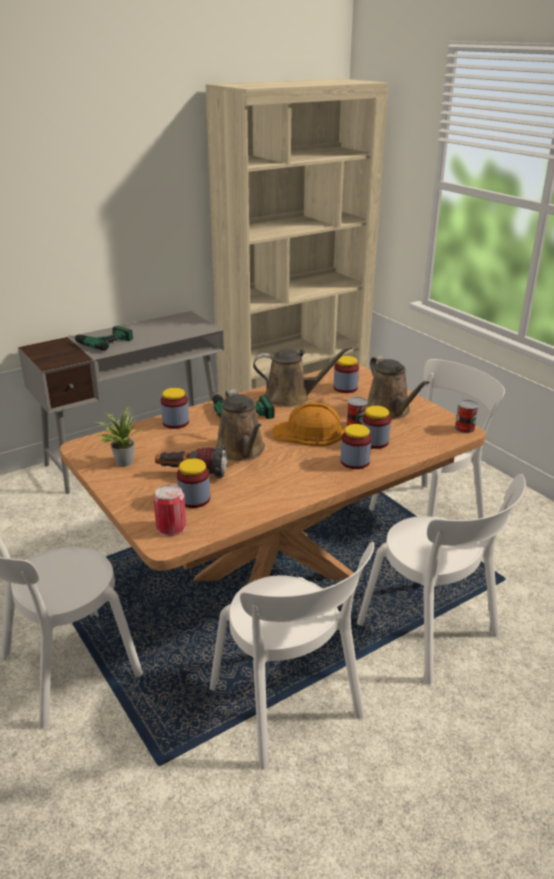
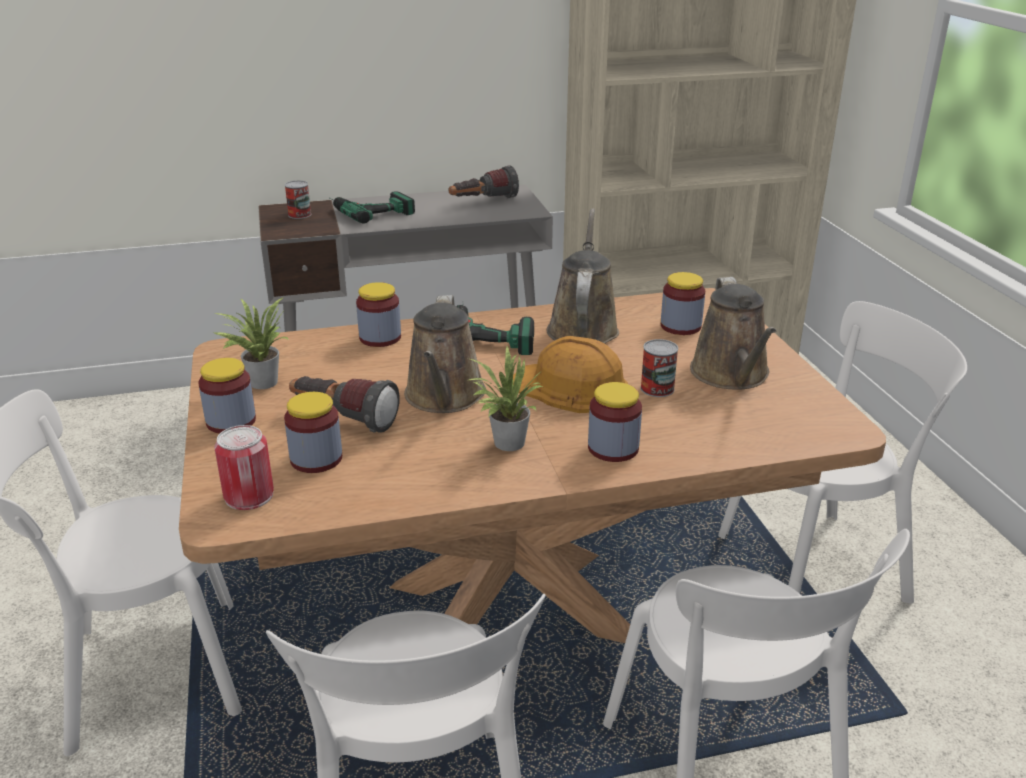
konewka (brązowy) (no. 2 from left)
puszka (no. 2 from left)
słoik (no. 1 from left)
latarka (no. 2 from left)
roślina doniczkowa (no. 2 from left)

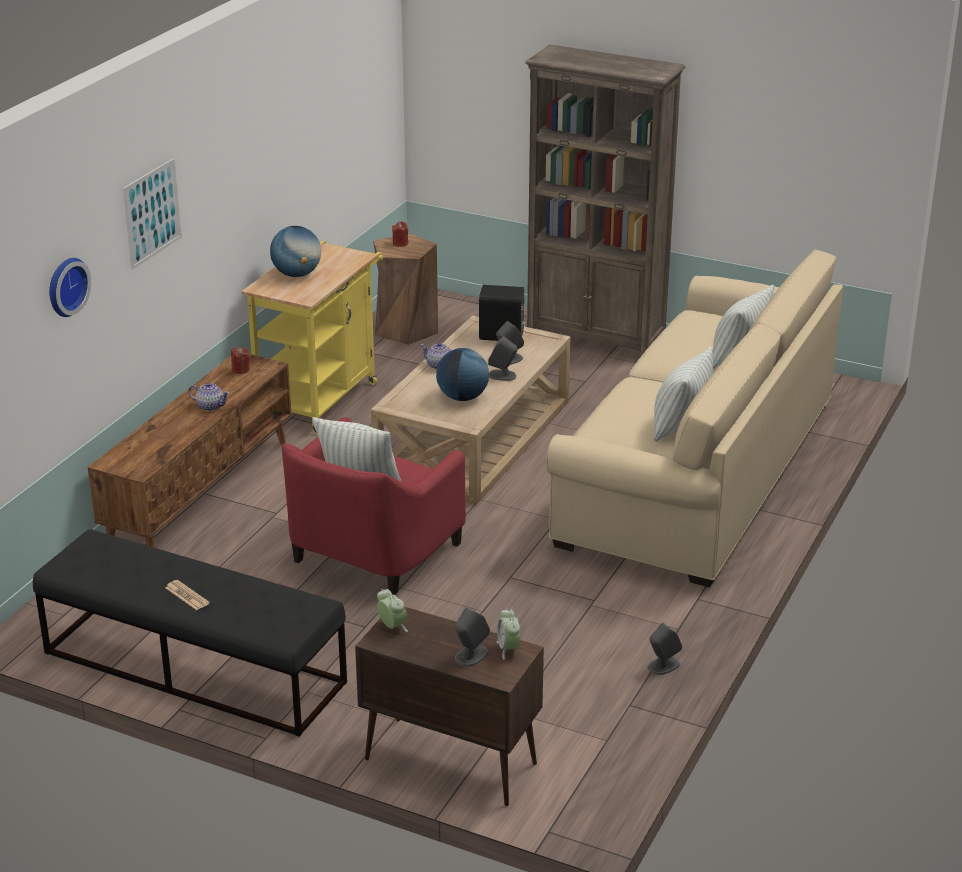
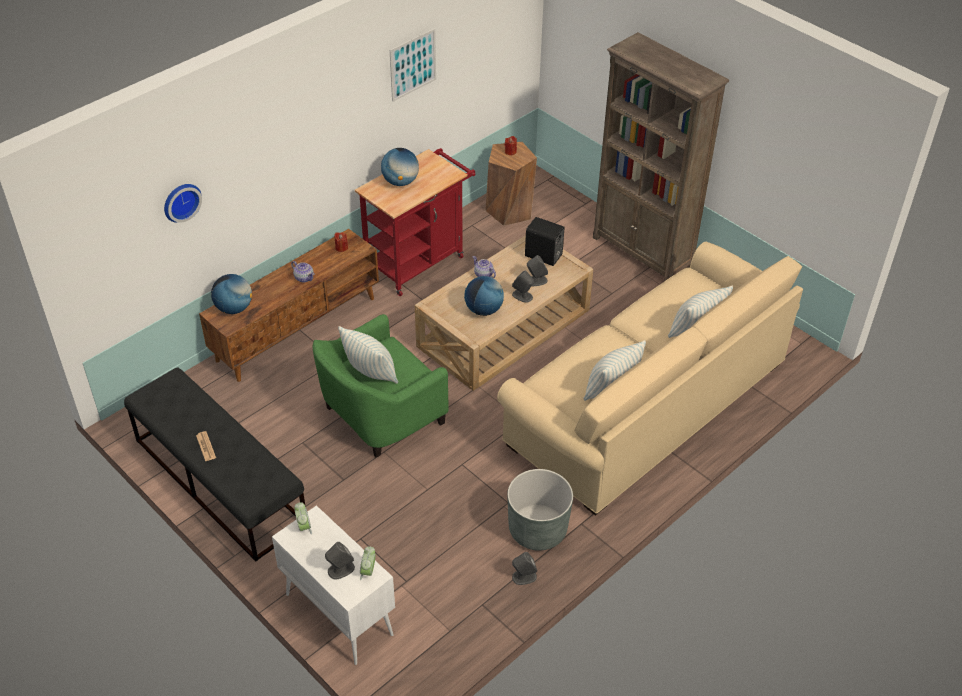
obraz
wózek (czerwony)
fotel (zielony)
szafka (biały)
globus (no. 1 from left)
donica (szary)

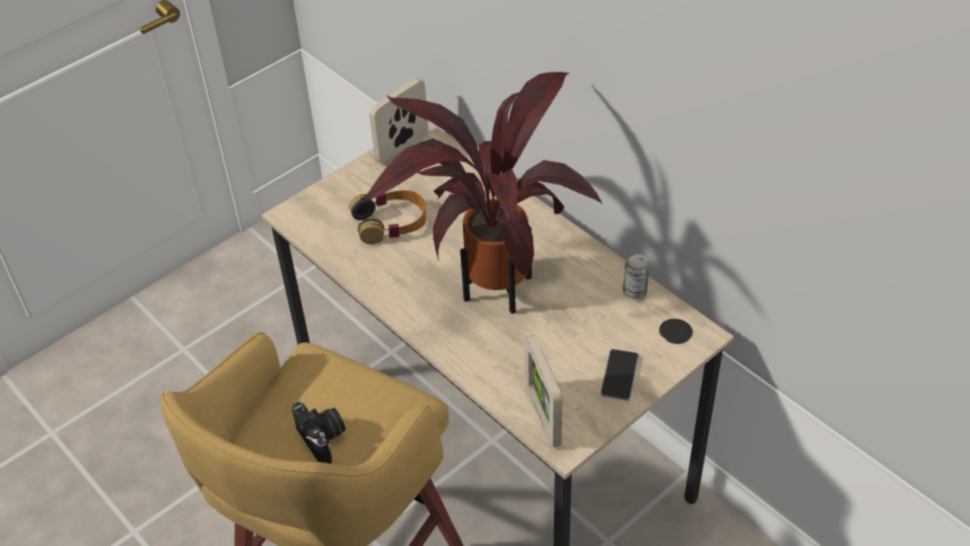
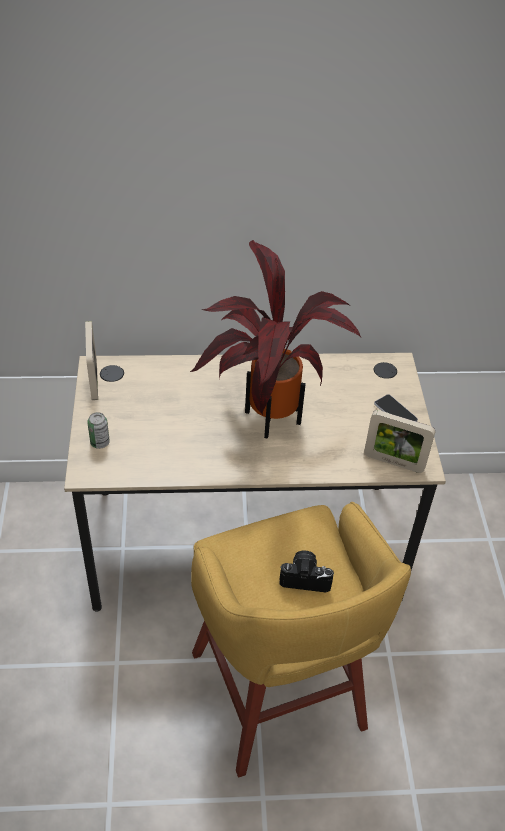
słuchawki
puszka

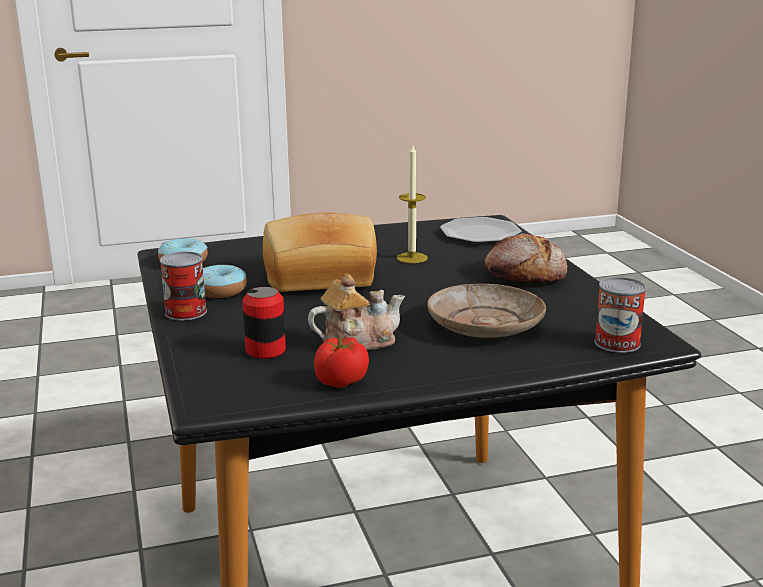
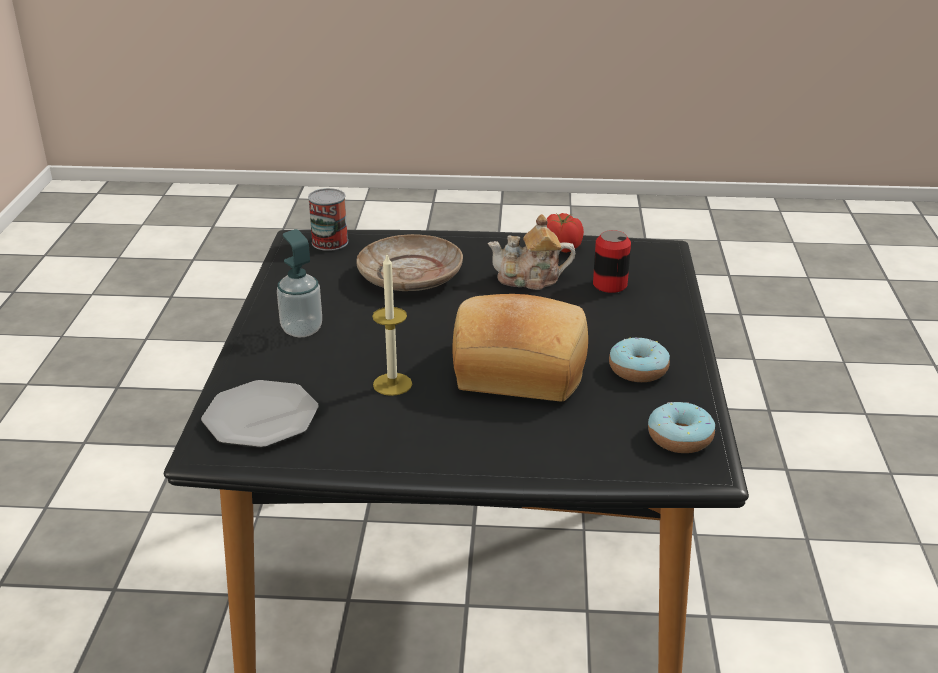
dozownik mydła
puszka (no. 1 from left in the first image)

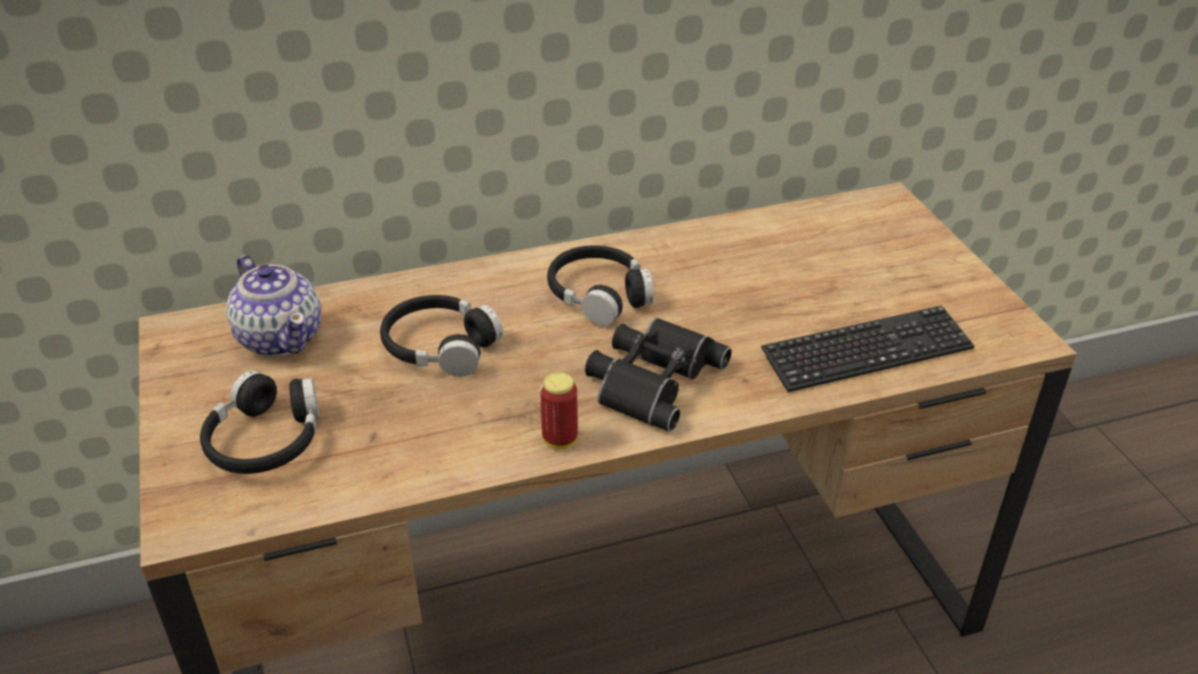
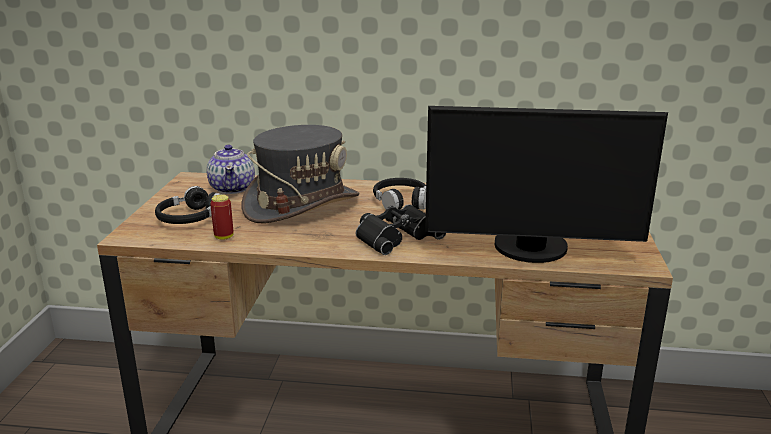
kapelusz (szary)
monitor
puszka

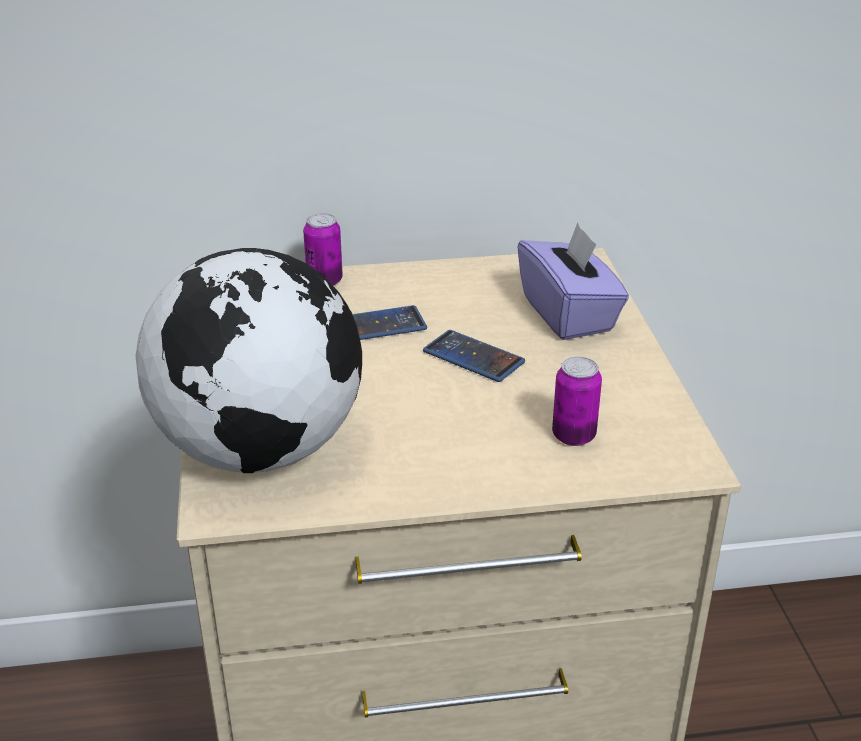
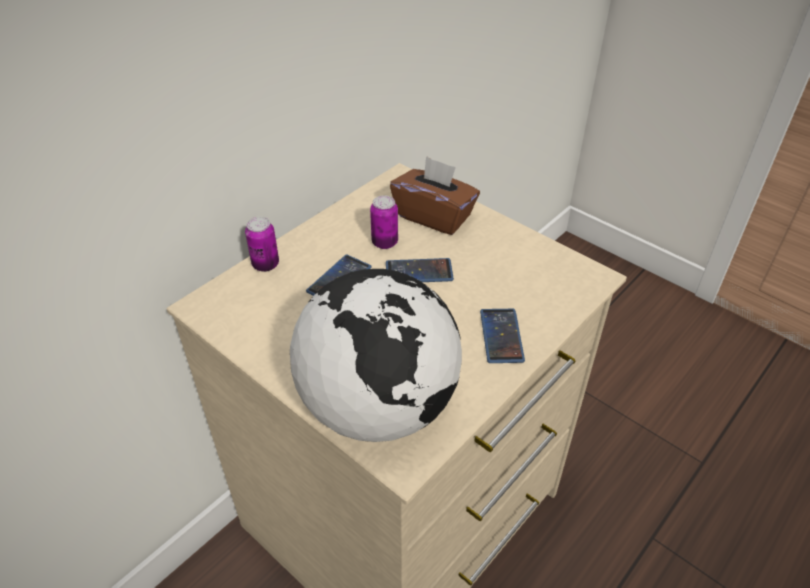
pudełko chusteczek (brązowy)
puszka (no. 2 from left)
telefon (no. 3 from left)

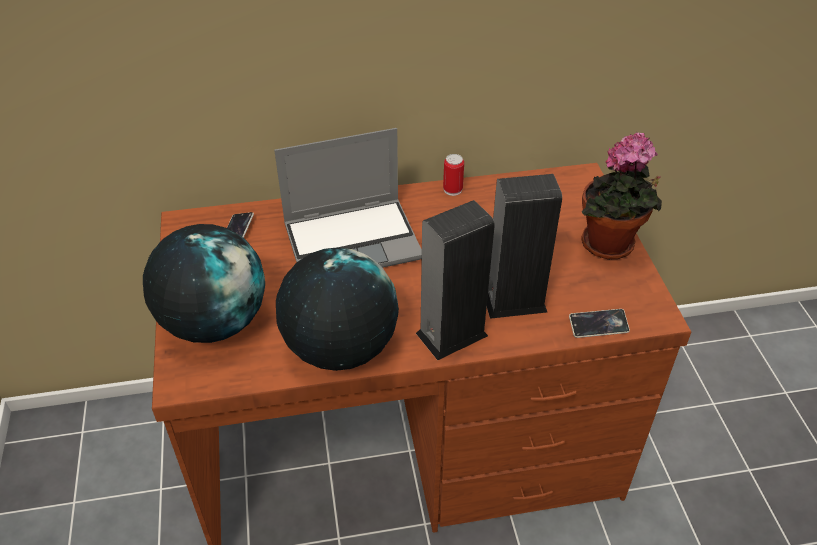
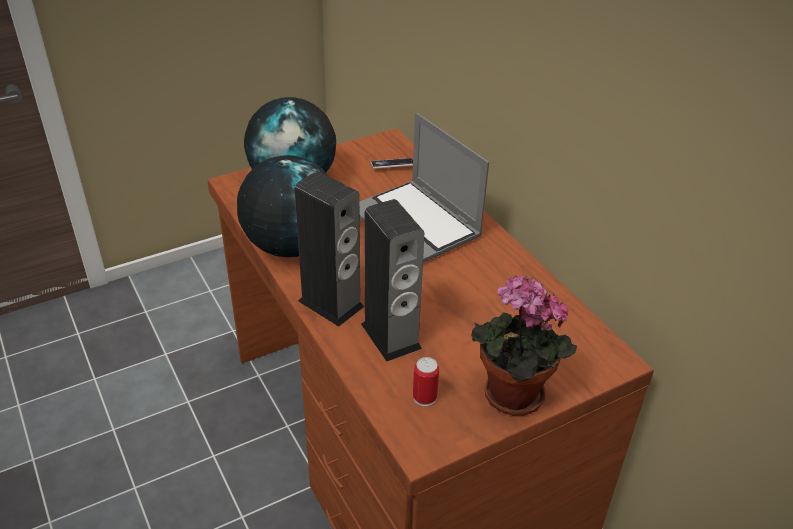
puszka
telefon (no. 2 from left in the first image)

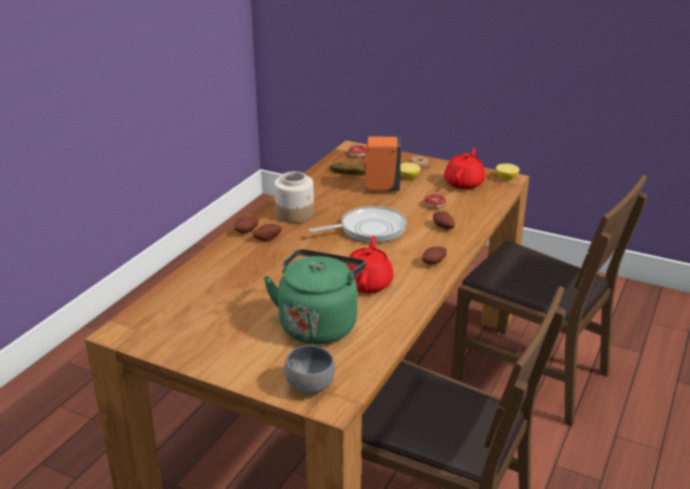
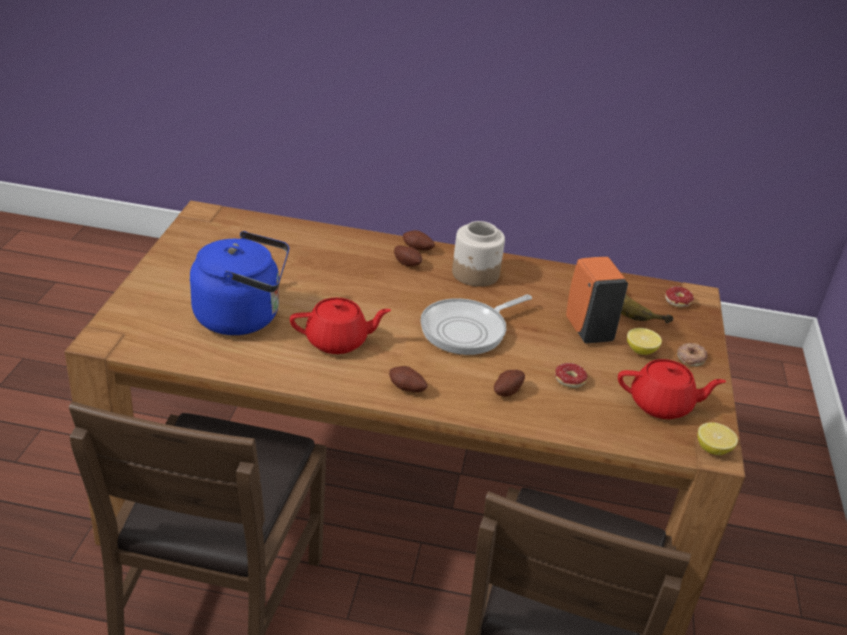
patelnia
czajnik (niebieski)
miska (szary)

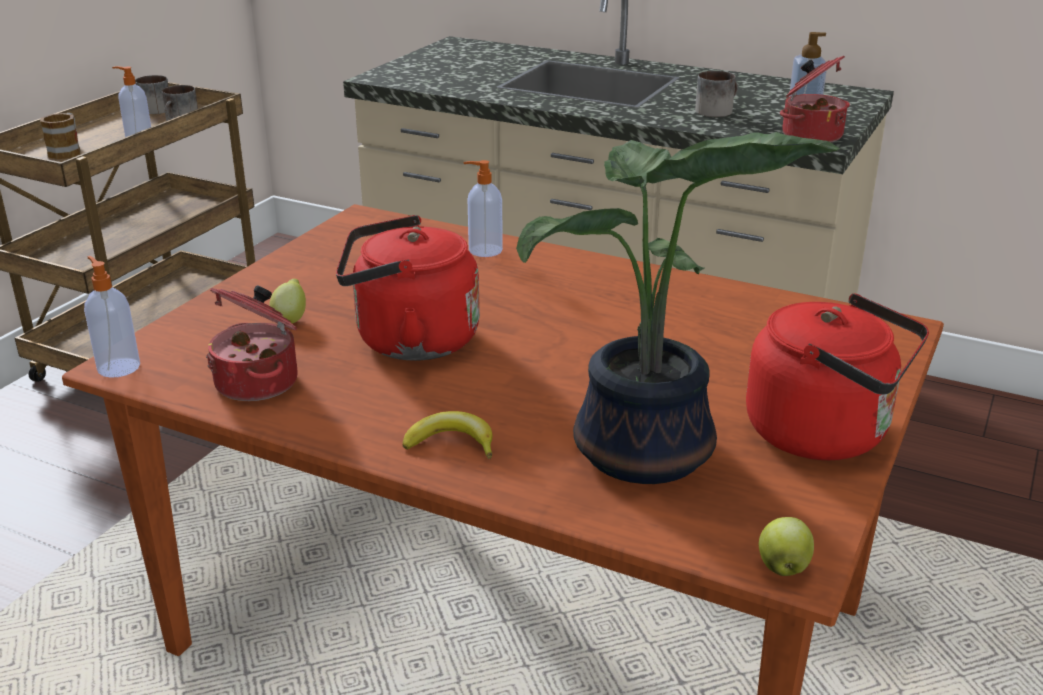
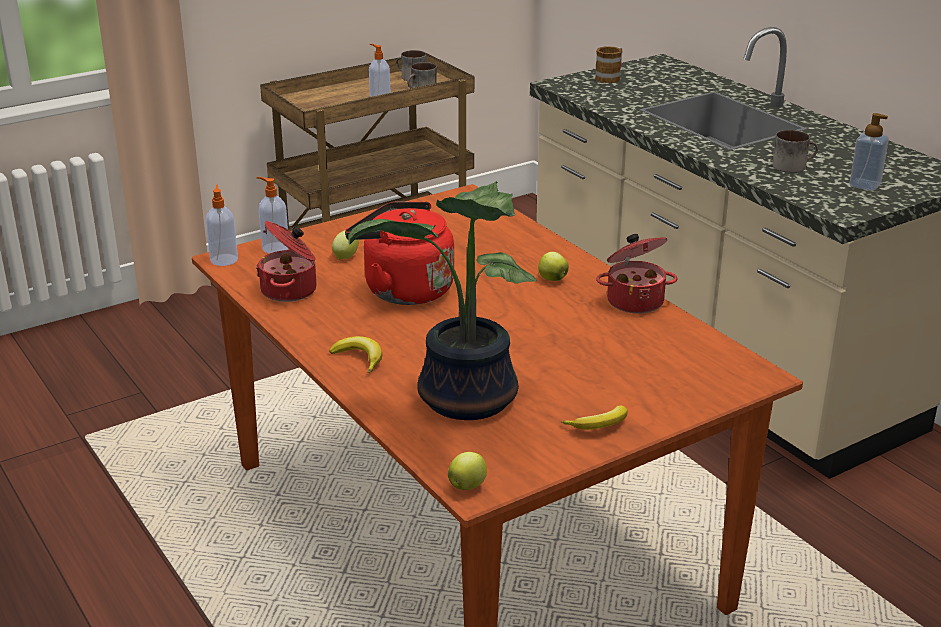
garnek (no. 2 from left)
kubek (no. 3 from left)
dozownik mydła (no. 2 from left)
banan (no. 2 from left)
jabłko (no. 2 from left)

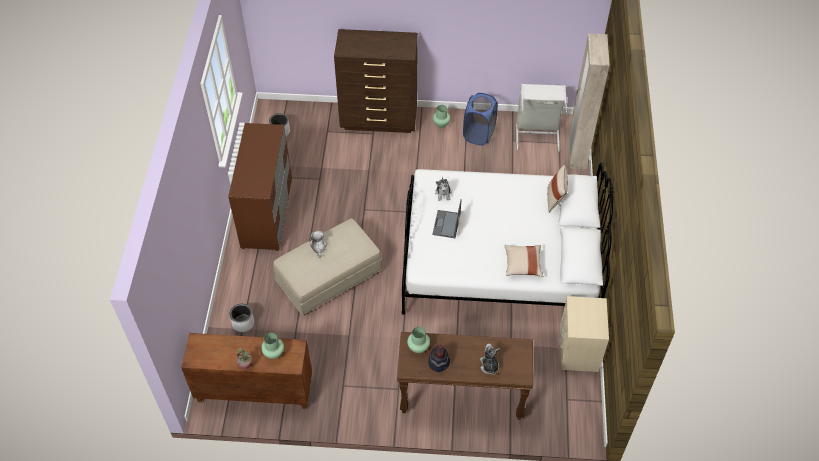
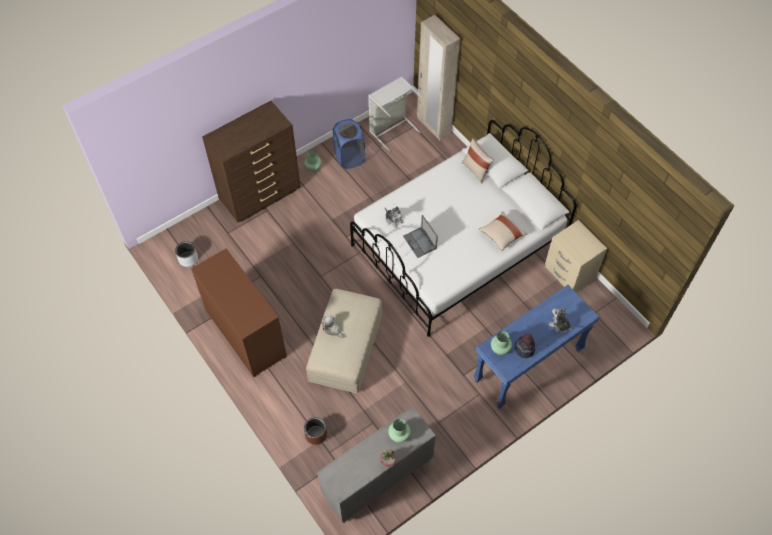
donica (brązowy)
stolik konsolowy (niebieski)
szafka (szary)

